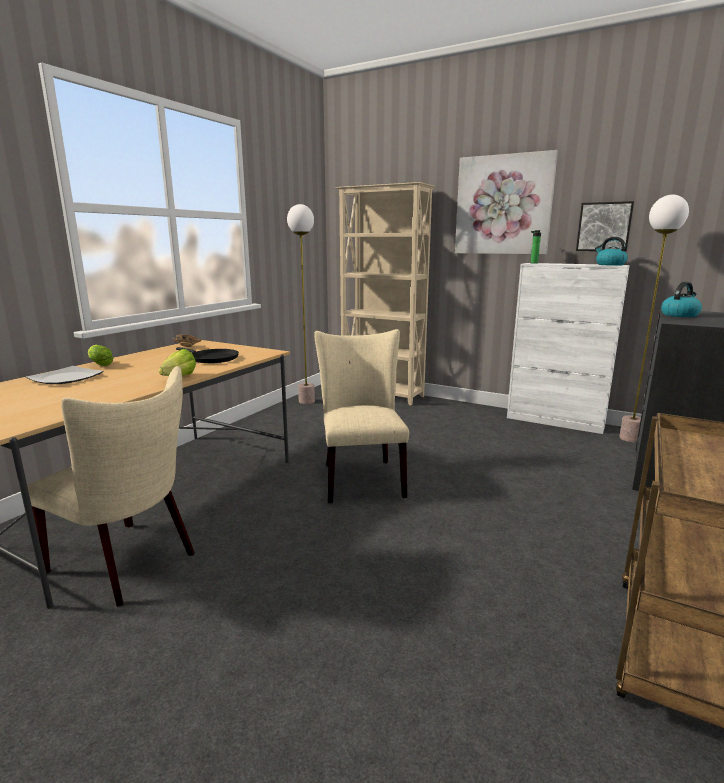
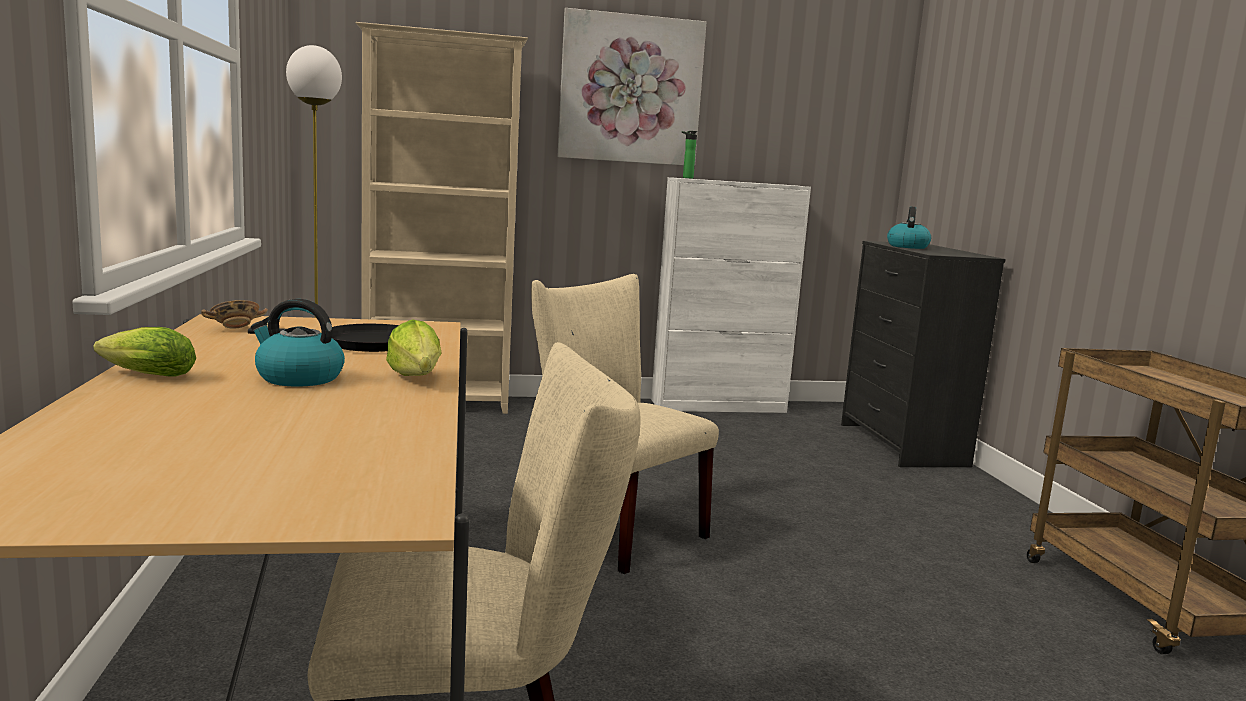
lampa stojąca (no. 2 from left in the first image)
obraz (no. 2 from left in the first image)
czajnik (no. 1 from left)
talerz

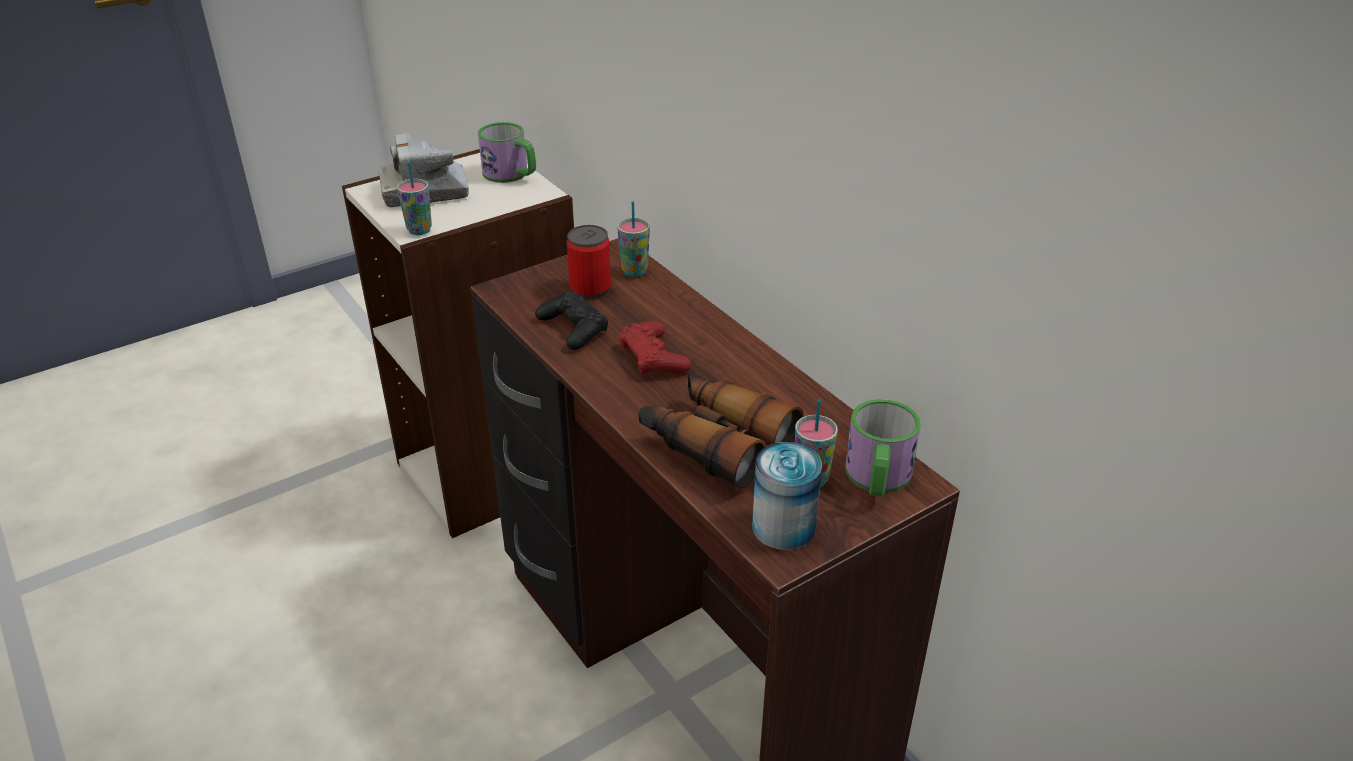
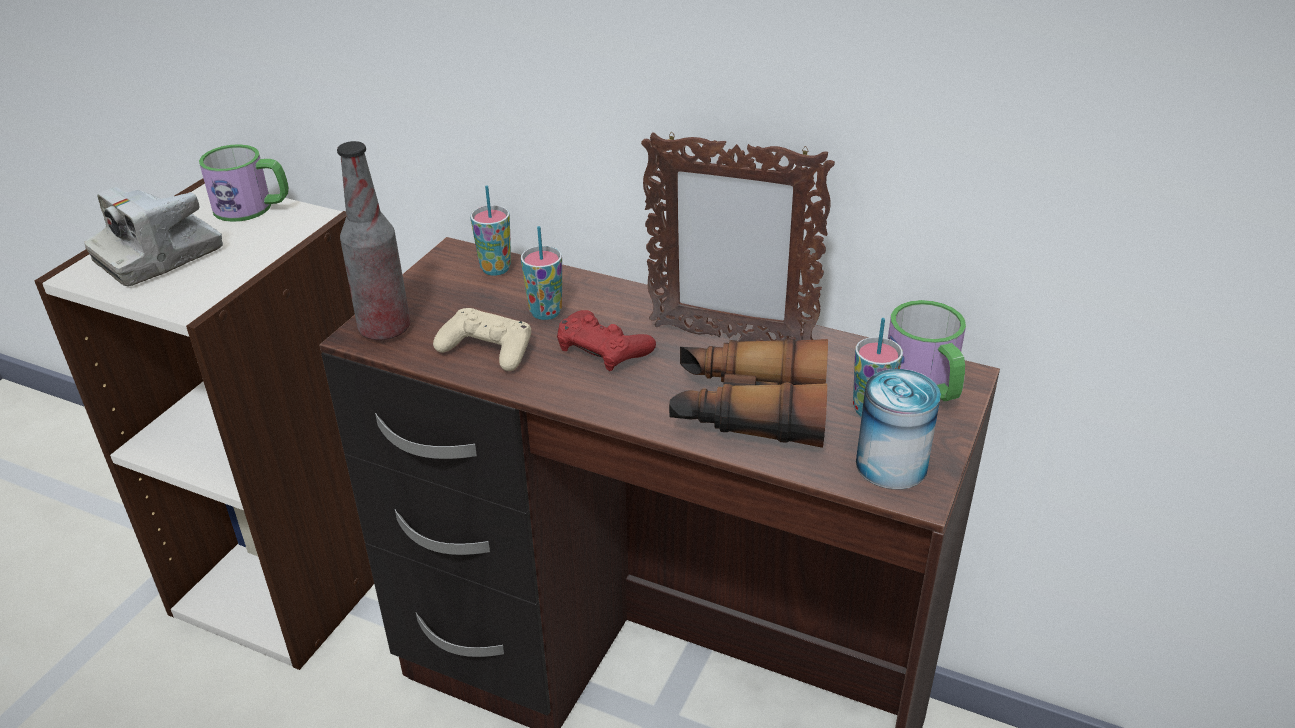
filiżanka (no. 2 from left)
puszka (no. 1 from left in the first image)
pad do gier (beżowy)
ramka na zdjęcie
butelka

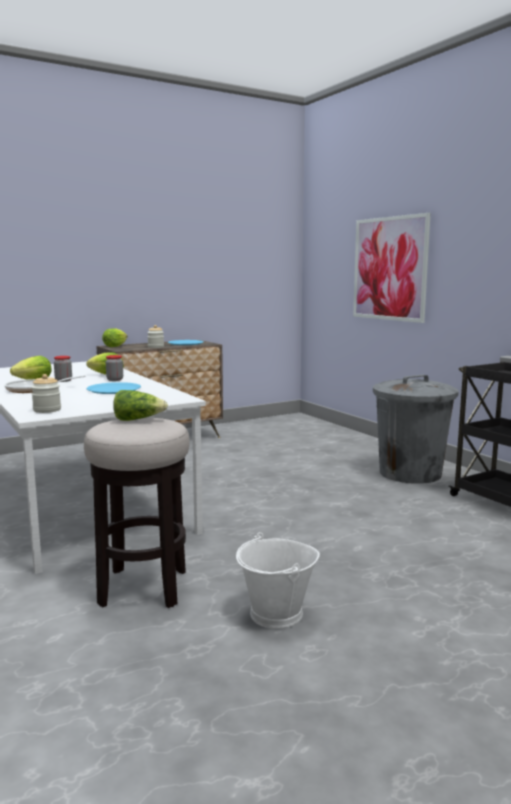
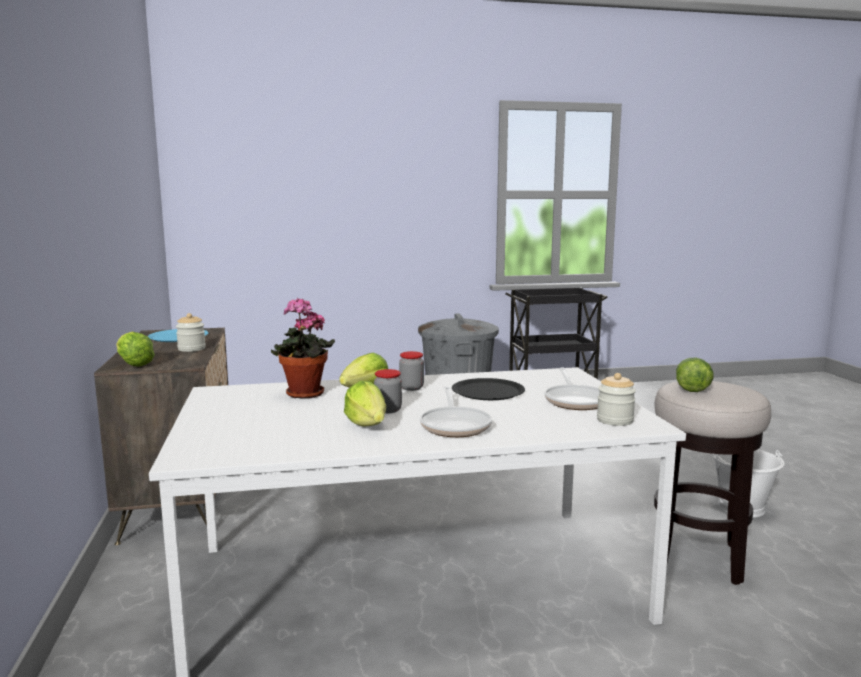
obraz
talerz (czarny)
roślina doniczkowa
patelnia (no. 2 from left)

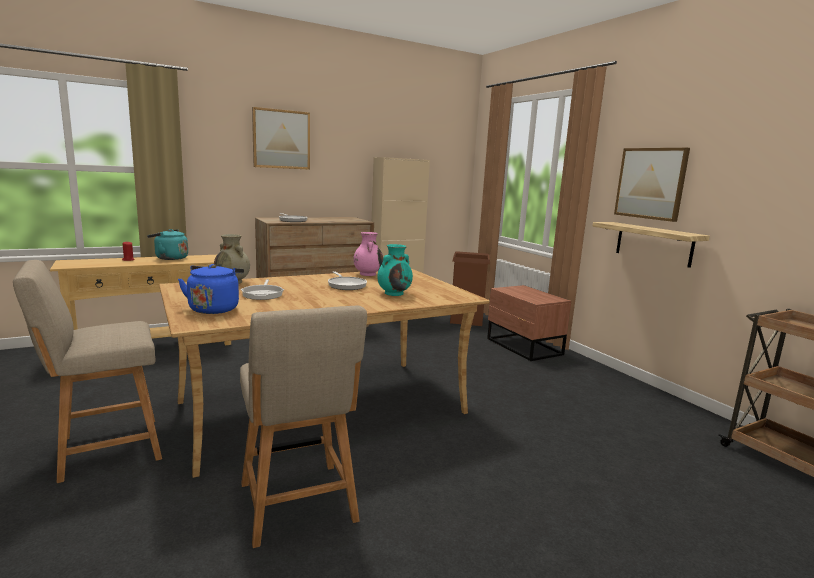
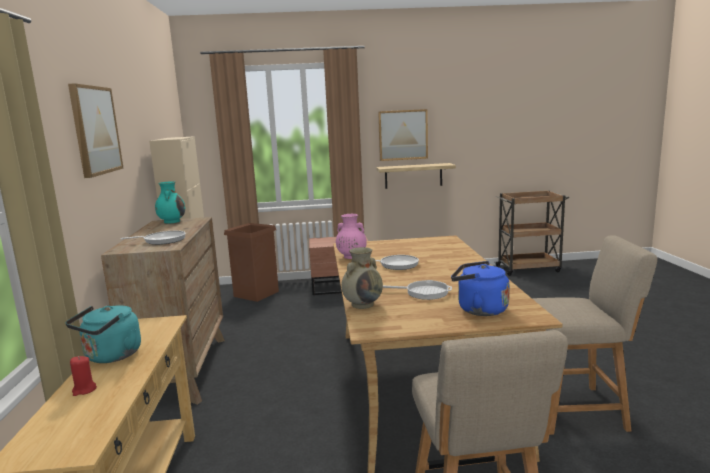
wazon (turkusowy)

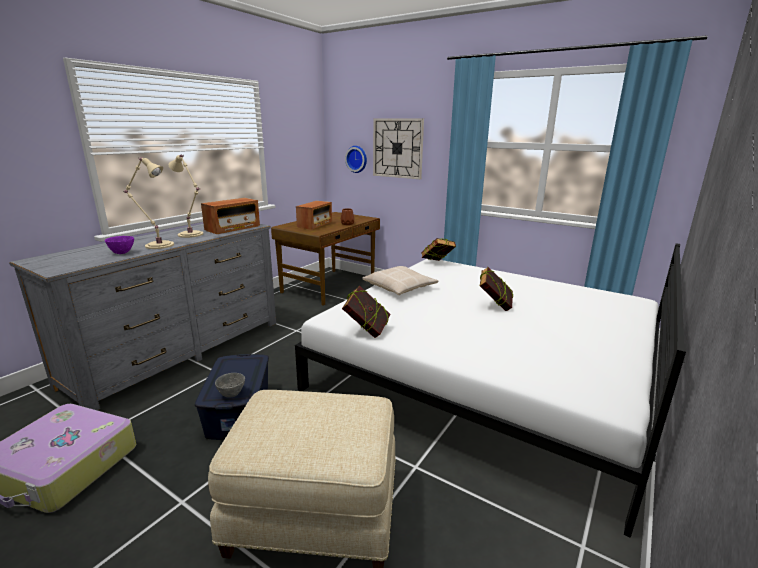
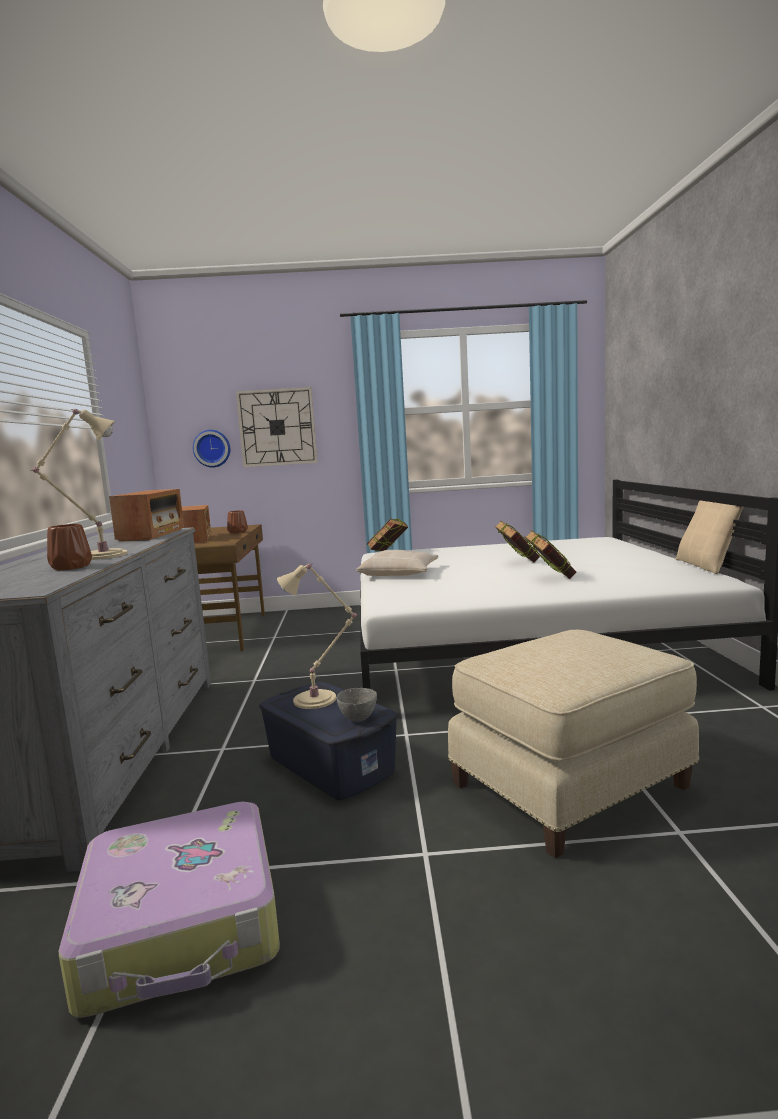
lampa stołowa (beżowy) (no. 2 from left)
wazon (brązowy) (no. 1 from left)
książka (no. 3 from left)
poduszka (beżowy) (no. 2 from left)

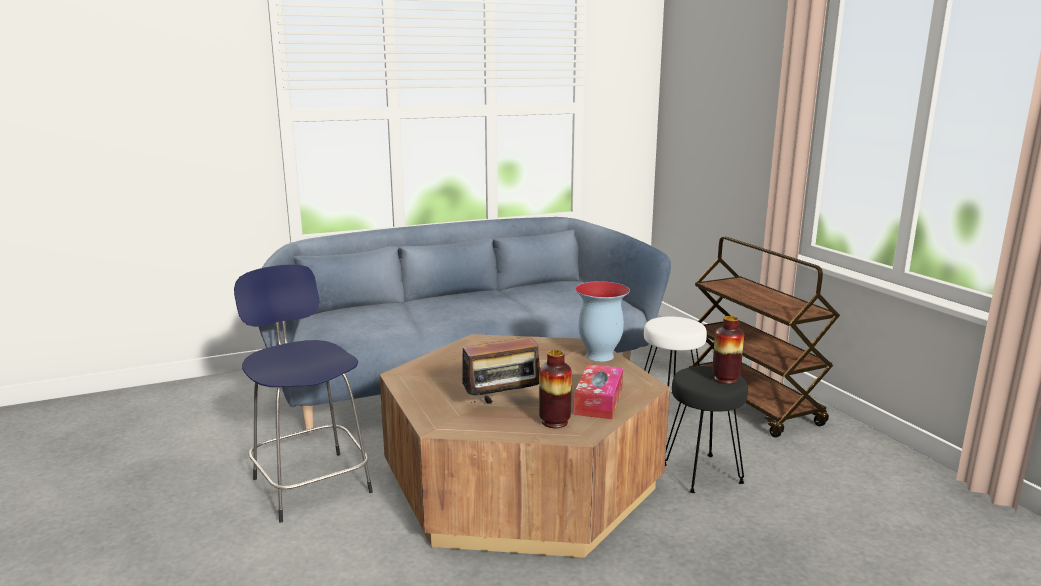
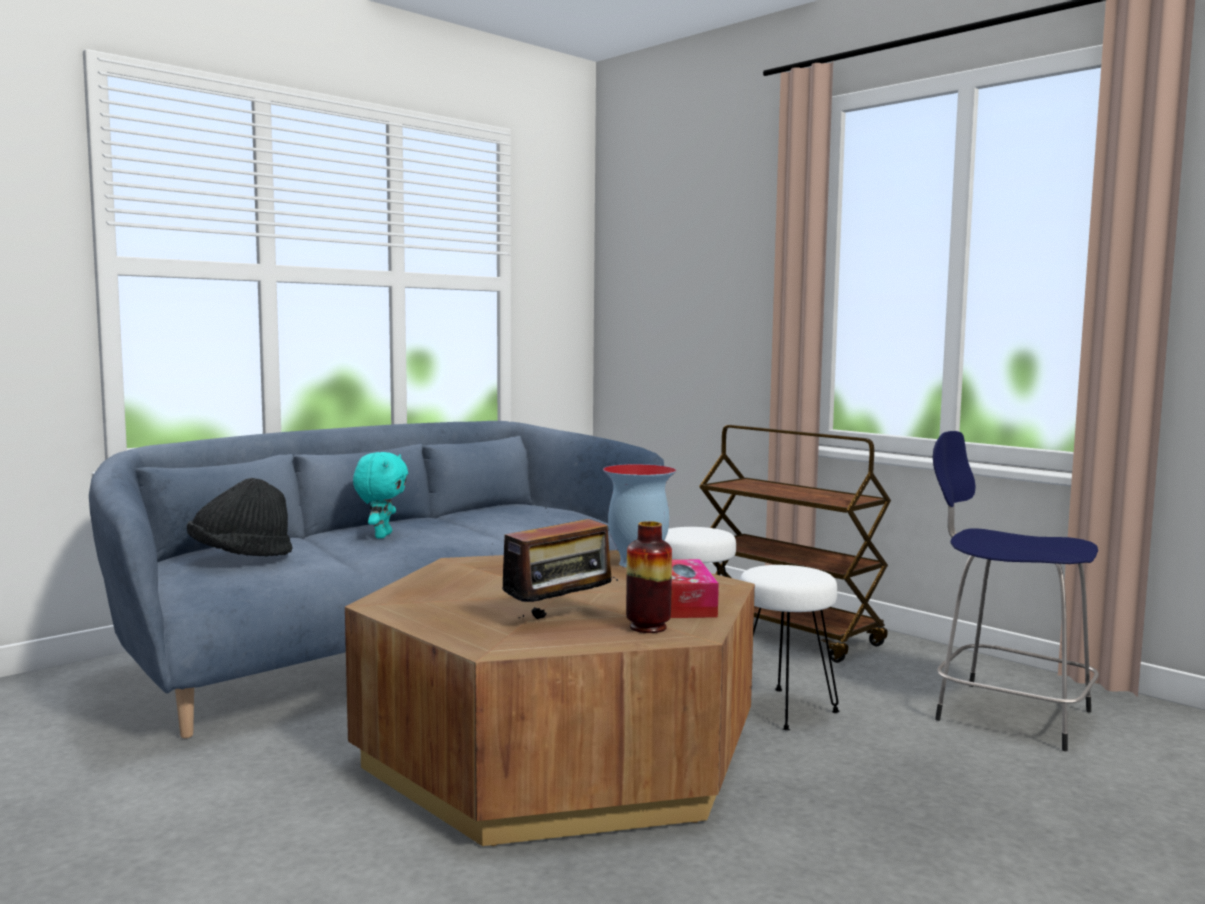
stołek (niebieski)
wazon (no. 3 from left in the first image)
stołek (biały) (no. 2 from left)
pluszak (turkusowy)
kapelusz (czarny)

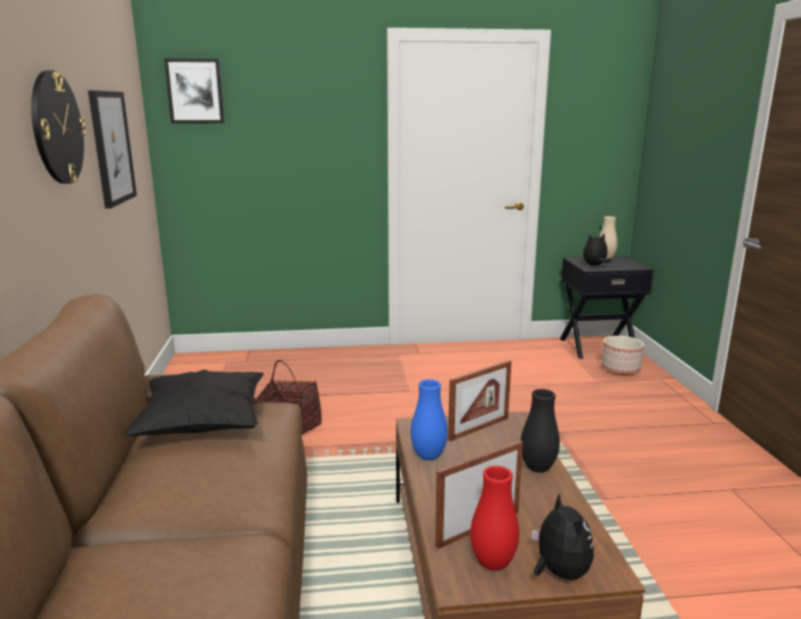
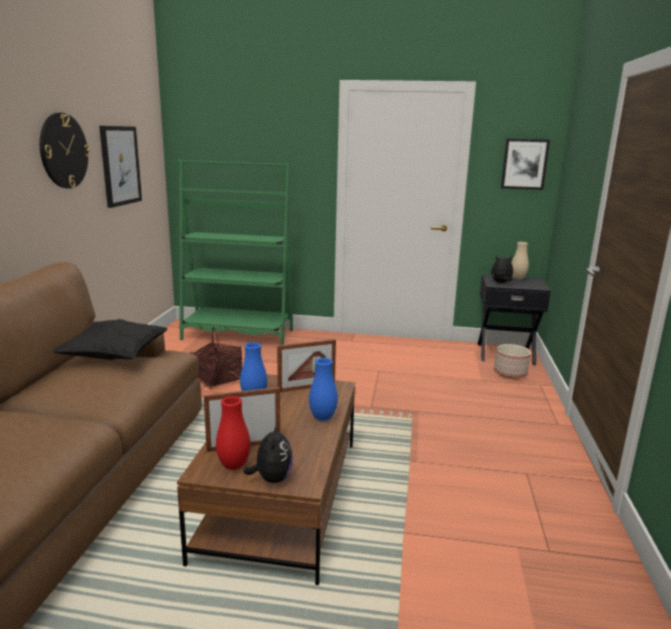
obraz (no. 2 from left)
wazon (niebieski) (no. 2 from left)
regał (zielony)

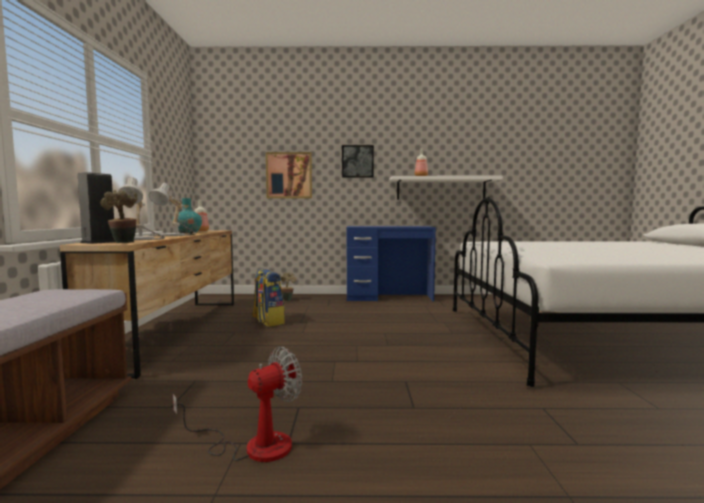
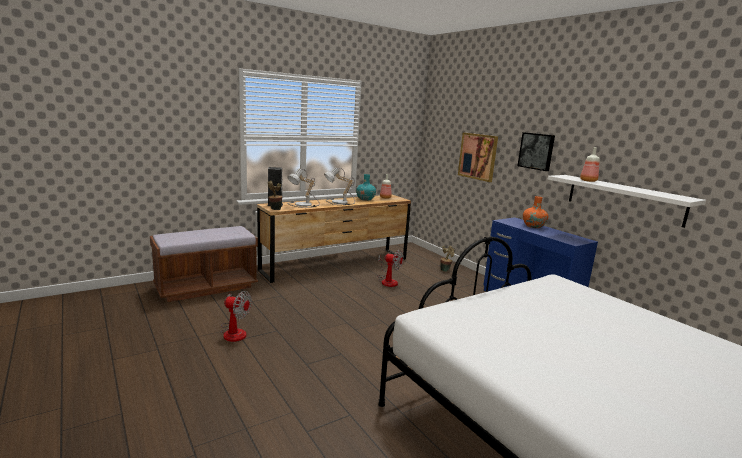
wentylator (no. 2 from left)
wazon (pomarańczowy)

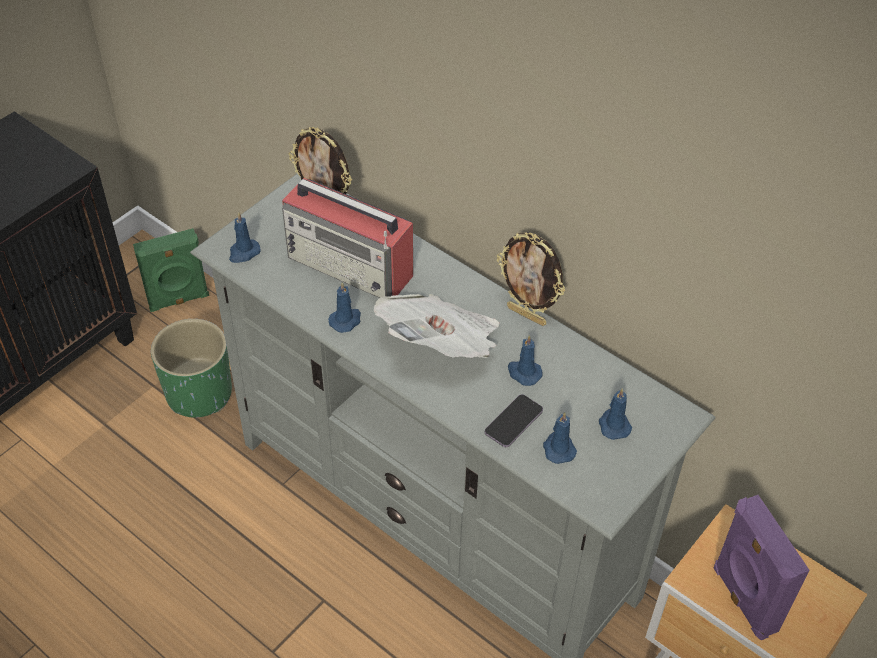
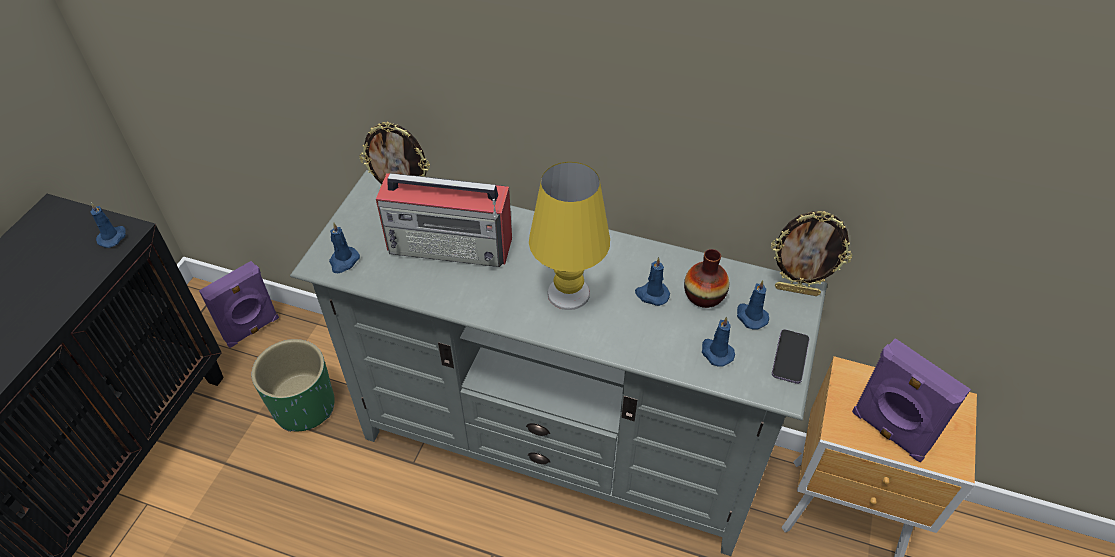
głośnik (fioletowy) (no. 1 from left)
ramka na zdjęcie (no. 2 from left)
świeca (niebieski) (no. 1 from left)
lampa stołowa (żółty)
telefon
wazon

